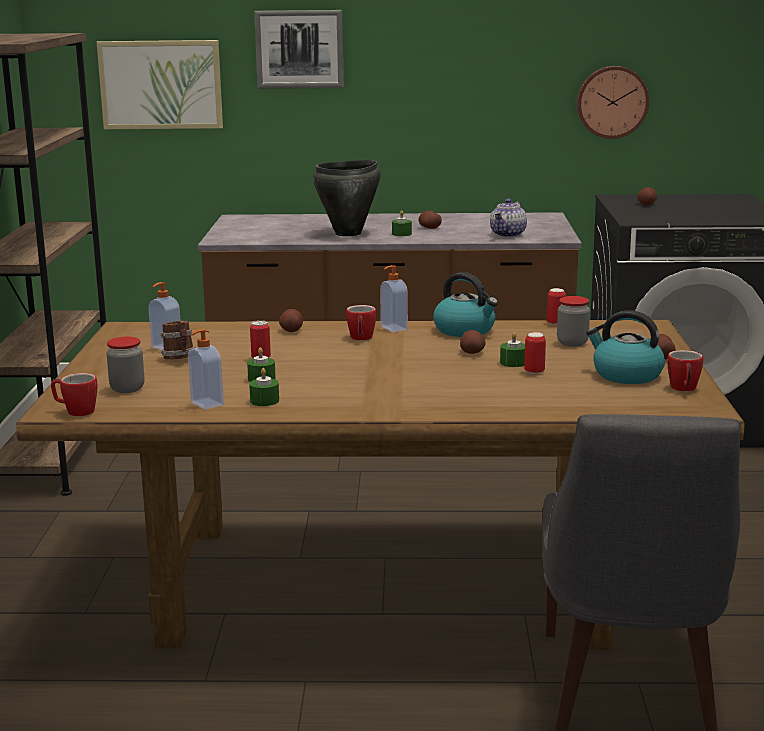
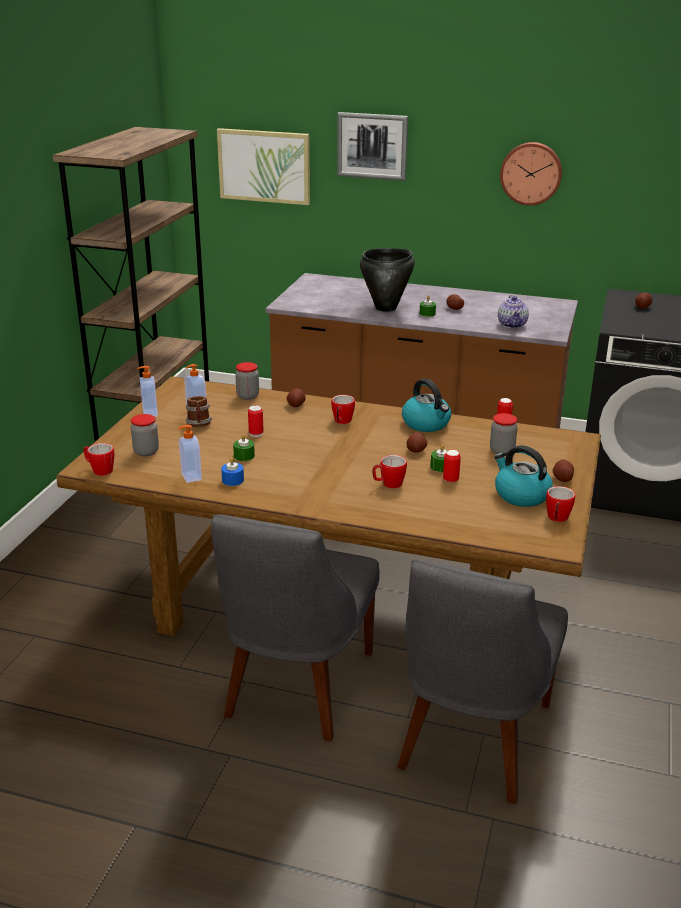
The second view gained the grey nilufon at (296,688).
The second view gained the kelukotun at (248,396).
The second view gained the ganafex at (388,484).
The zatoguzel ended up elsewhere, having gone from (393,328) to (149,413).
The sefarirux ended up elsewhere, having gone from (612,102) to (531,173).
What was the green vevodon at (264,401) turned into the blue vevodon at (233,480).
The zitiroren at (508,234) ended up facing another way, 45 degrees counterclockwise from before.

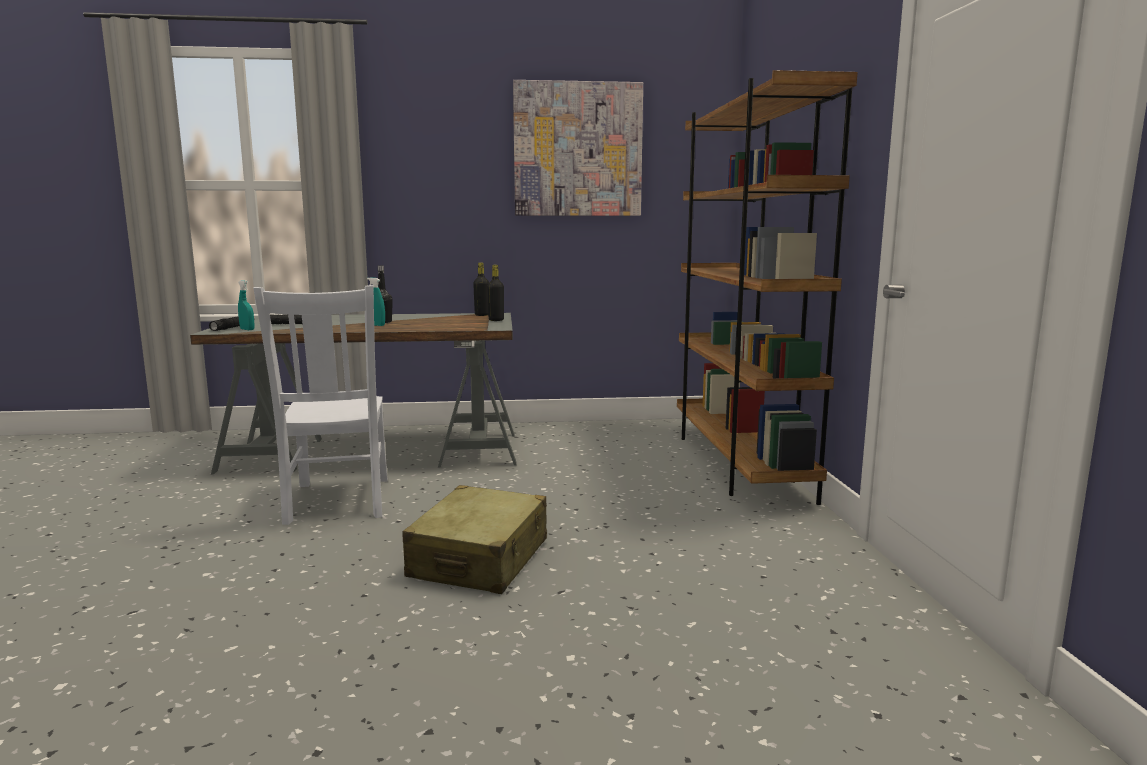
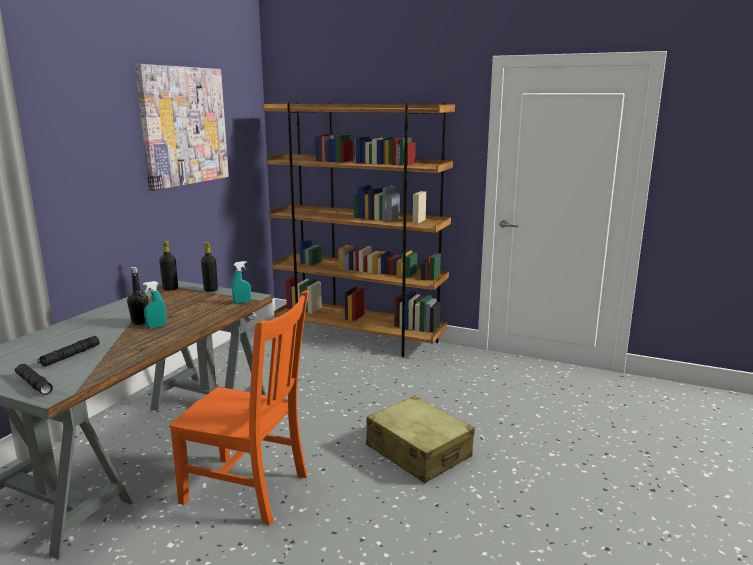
The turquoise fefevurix ended up elsewhere, having gone from (247,329) to (242,302).
What was the white nilufon at (338,502) turned into the orange nilufon at (249,490).

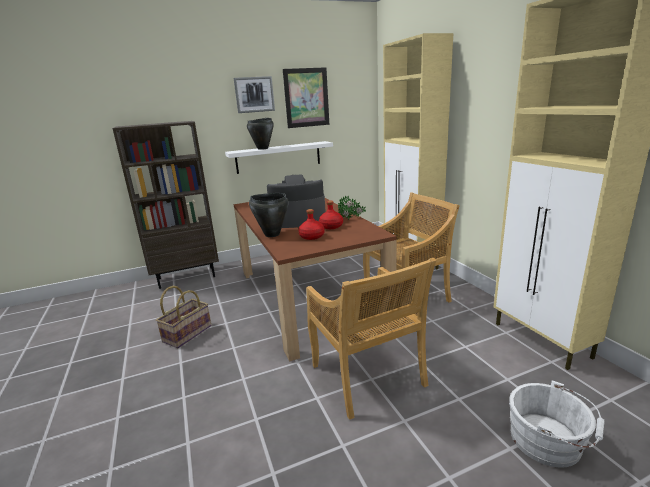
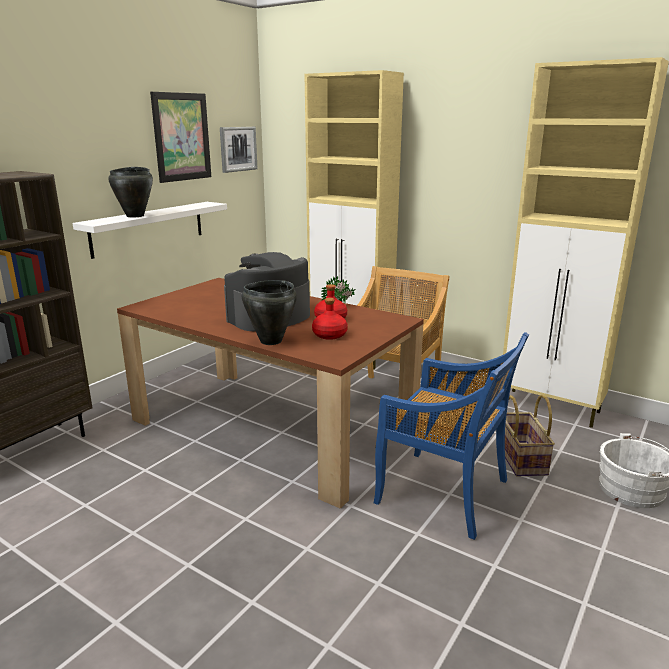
The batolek ended up elsewhere, having gone from (187,333) to (520,458).
The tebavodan ended up elsewhere, having gone from (254,94) to (238,149).
What was the beige nilufon at (368,377) turned into the blue nilufon at (444,493).

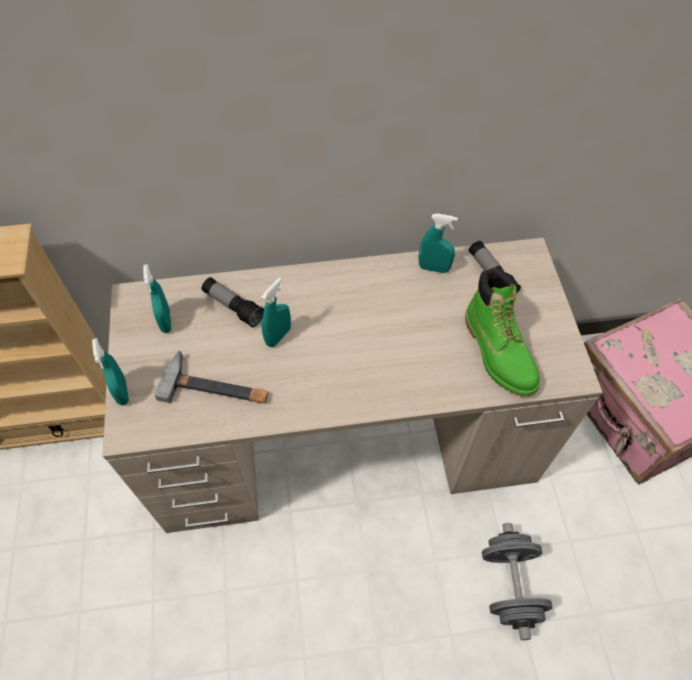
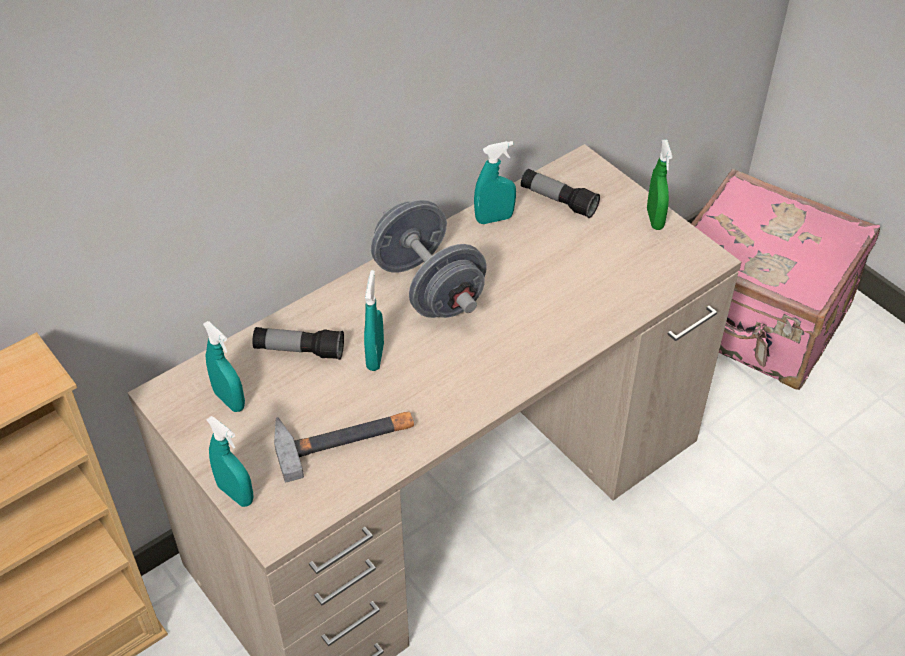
The second view lost the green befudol at (498,352).
The second view gained the green fefevurix at (655,219).
The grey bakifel ended up elsewhere, having gone from (509,585) to (429,288).

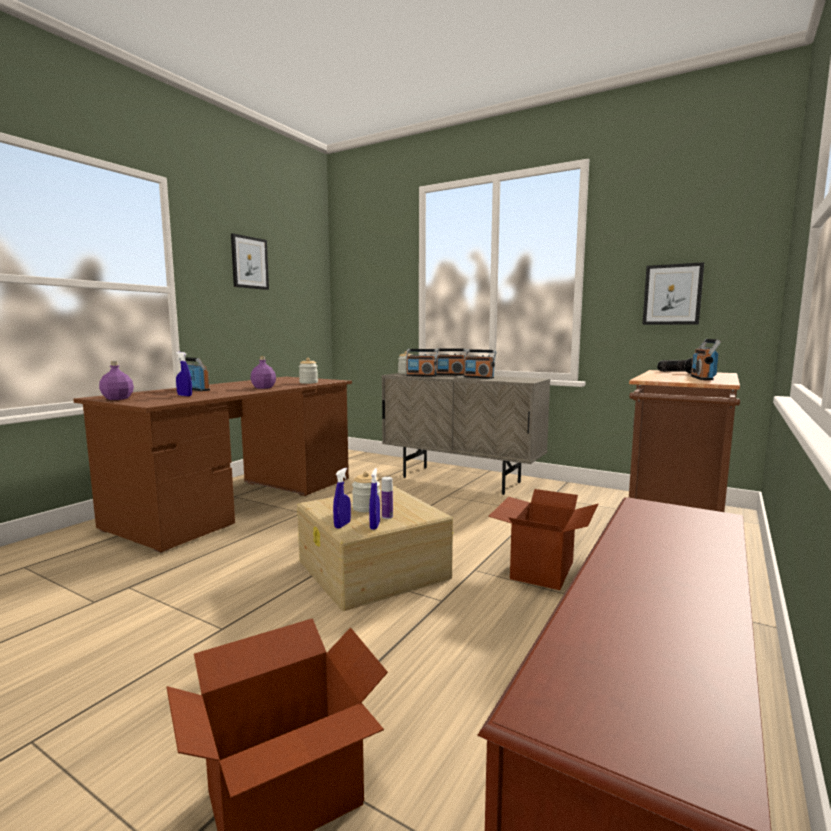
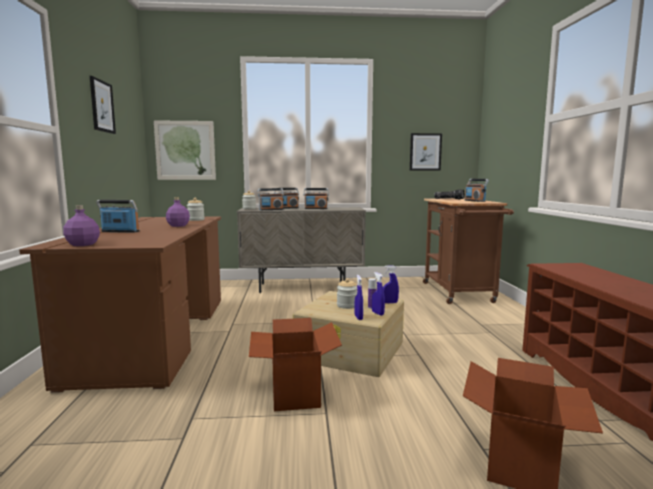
The second view gained the tebavodan at (185,150).
The blue fefevurix ended up elsewhere, having gone from (184,395) to (390,302).
The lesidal ended up elsewhere, having gone from (541,570) to (294,393).

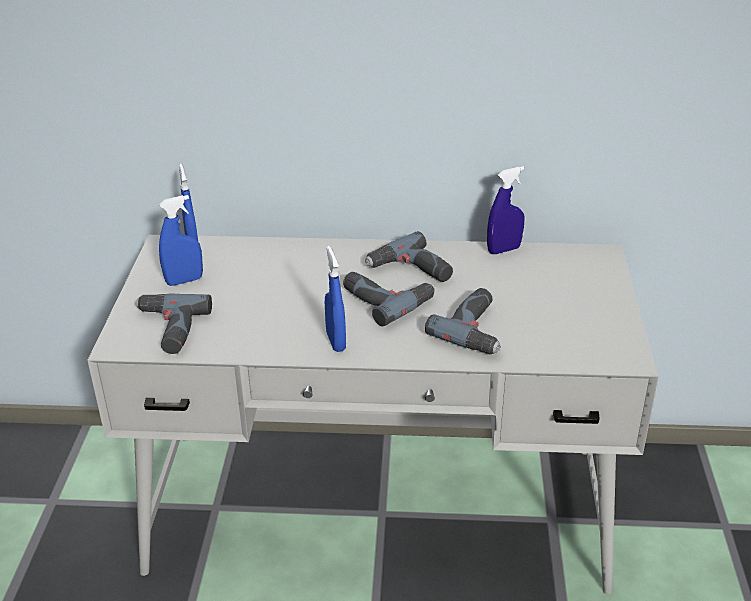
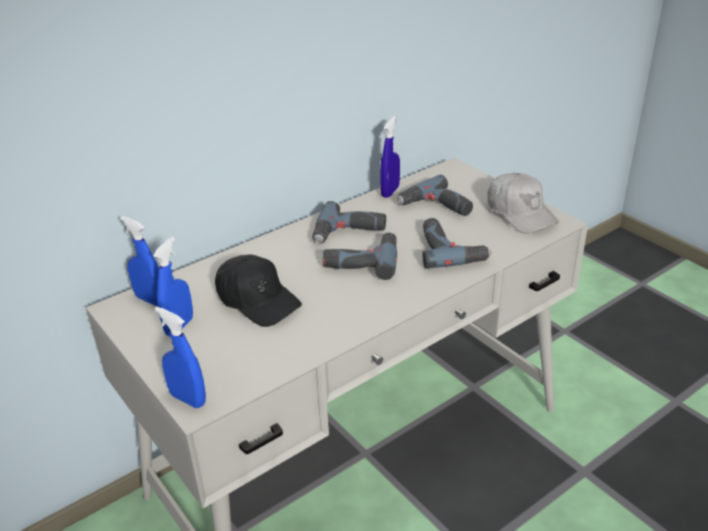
The second view gained the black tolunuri at (257,300).
The second view gained the white tolunuri at (520,213).
The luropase ended up elsewhere, having gone from (167,329) to (436,207).
The blue fefevurix ended up elsewhere, having gone from (336,341) to (188,399).

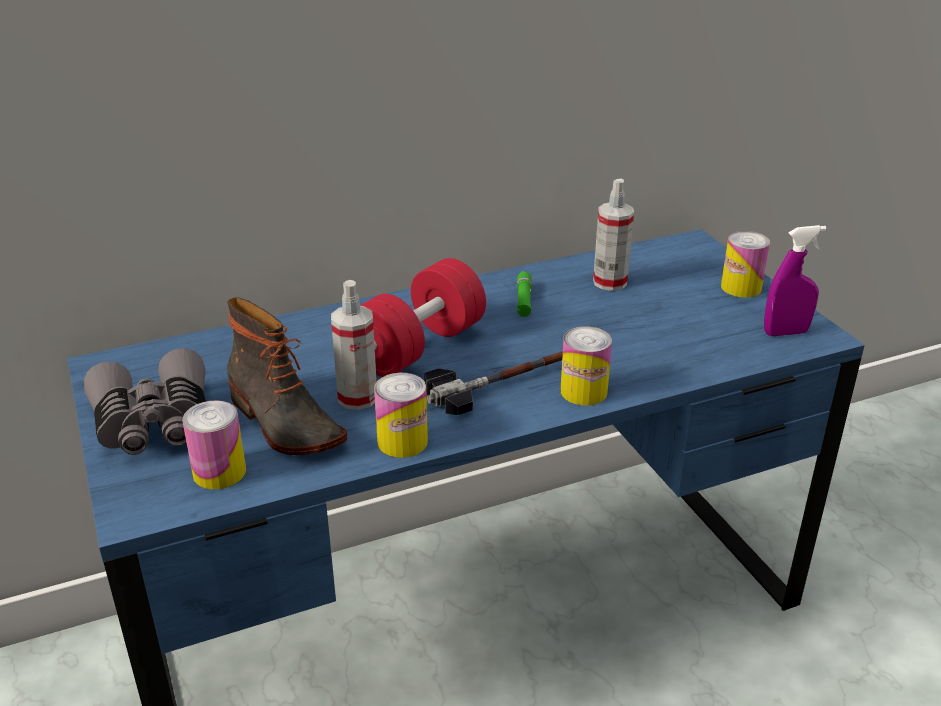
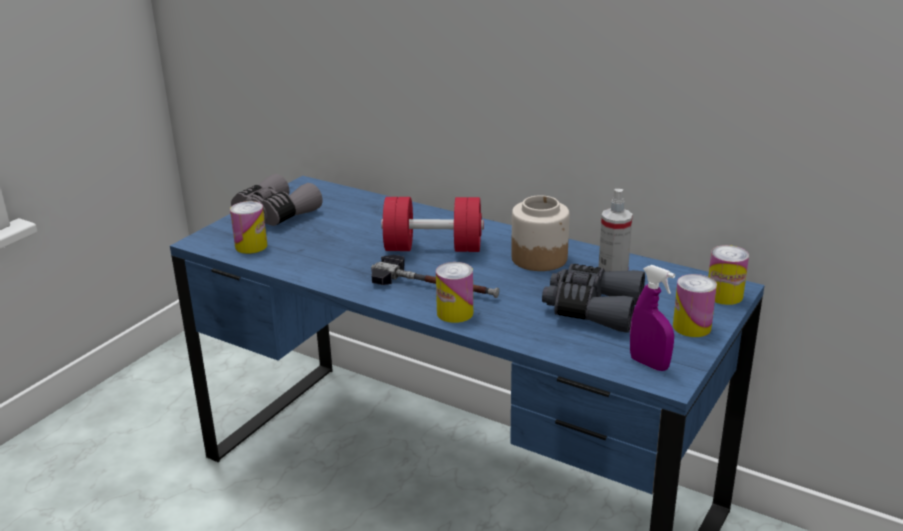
The second view lost the befudol at (283,423).
The second view lost the fefevurix at (357,398).
The second view gained the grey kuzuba at (592,309).
The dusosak ended up elsewhere, having gone from (402,442) to (724,295).
Where the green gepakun stood at (524,300), the kelukotun came to stand at (539,258).

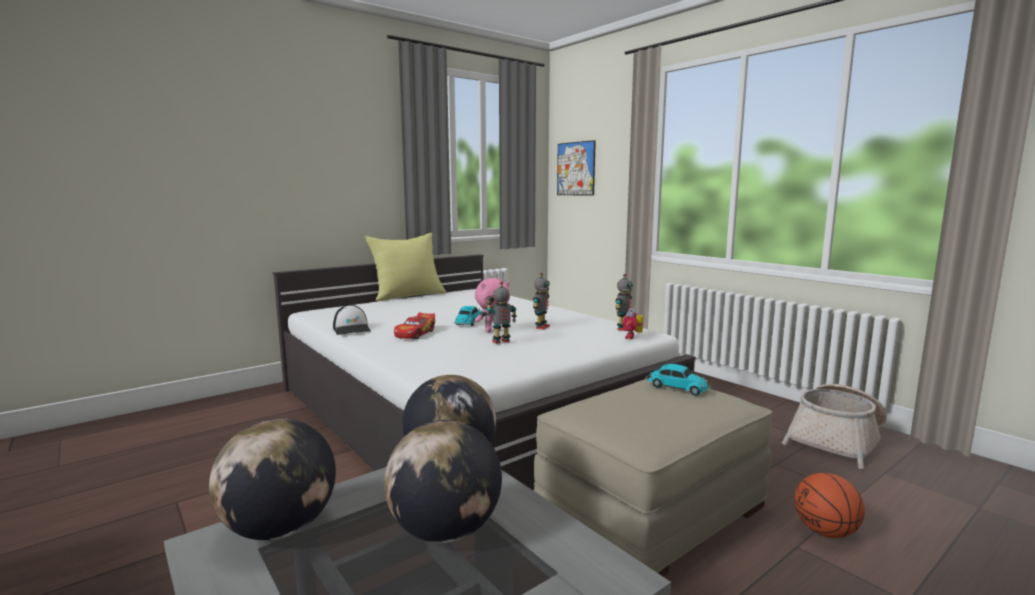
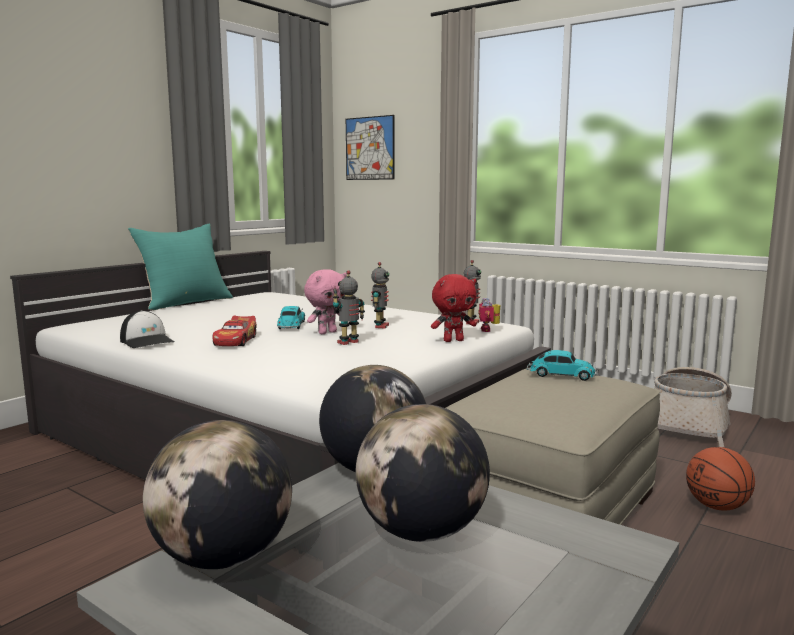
The second view gained the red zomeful at (453,340).
What was the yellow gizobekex at (408,295) turned into the turquoise gizobekex at (185,303).

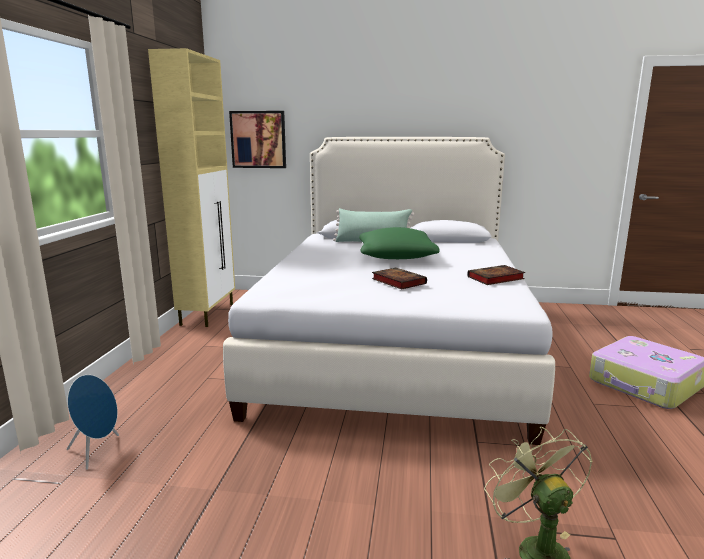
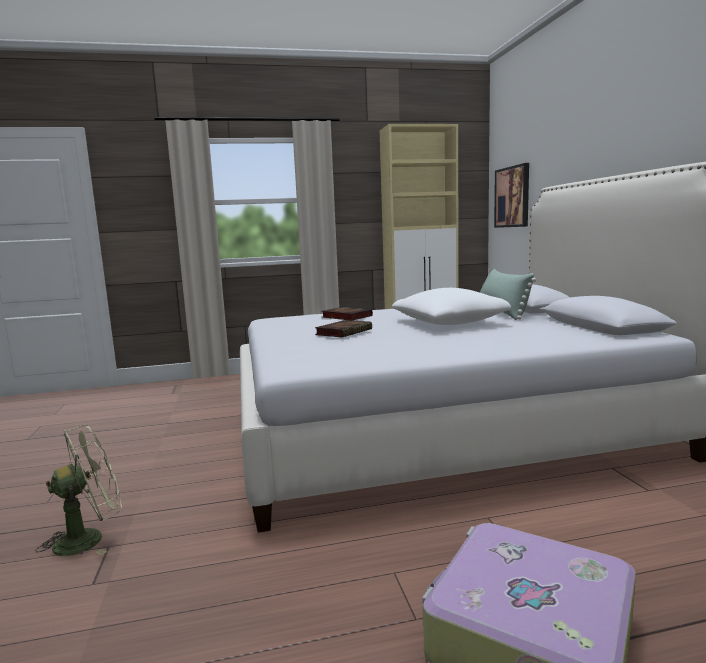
The second view lost the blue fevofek at (97,451).
The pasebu ended up elsewhere, having gone from (495,278) to (345,317).
What was the green gizobekex at (396,257) turned into the white gizobekex at (449,323).

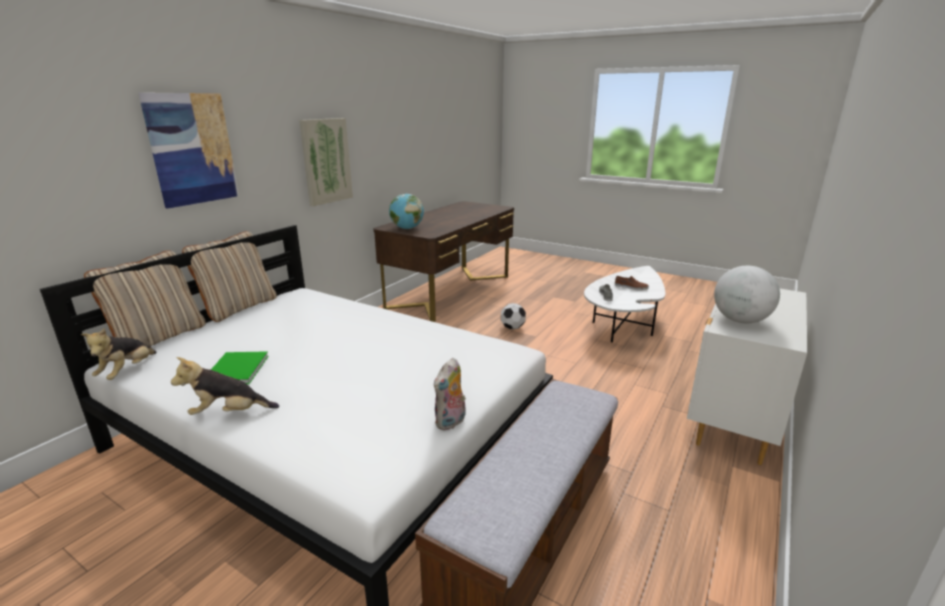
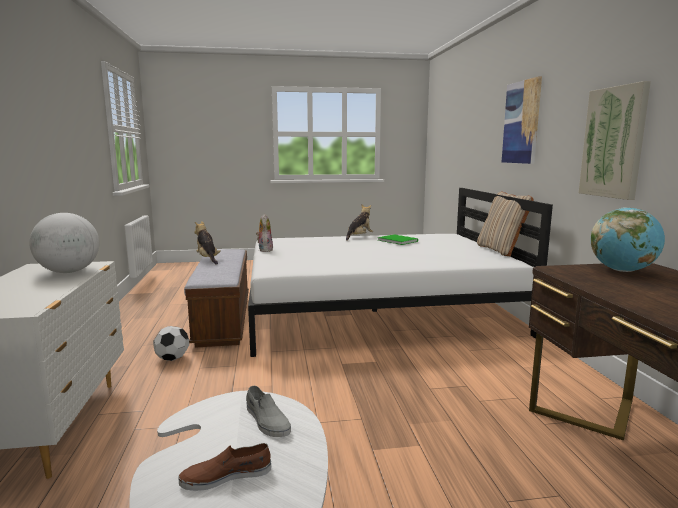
The second view lost the beige gizobekex at (159,338).
The zomeful ended up elsewhere, having gone from (127,372) to (208,259).
The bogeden ended up elsewhere, having gone from (512,328) to (172,359).

